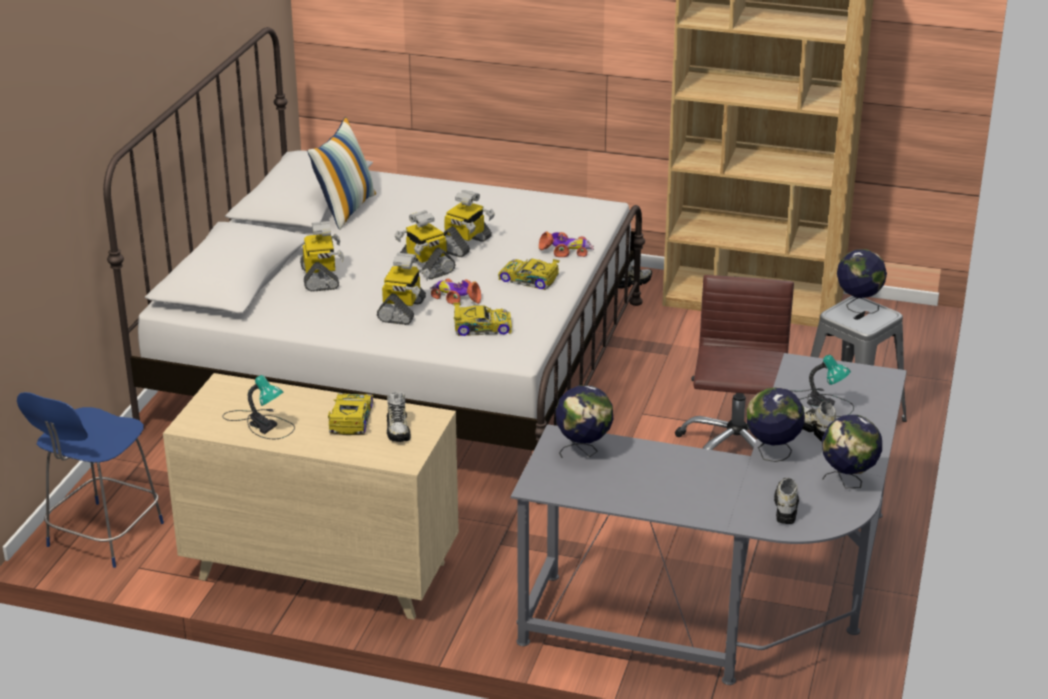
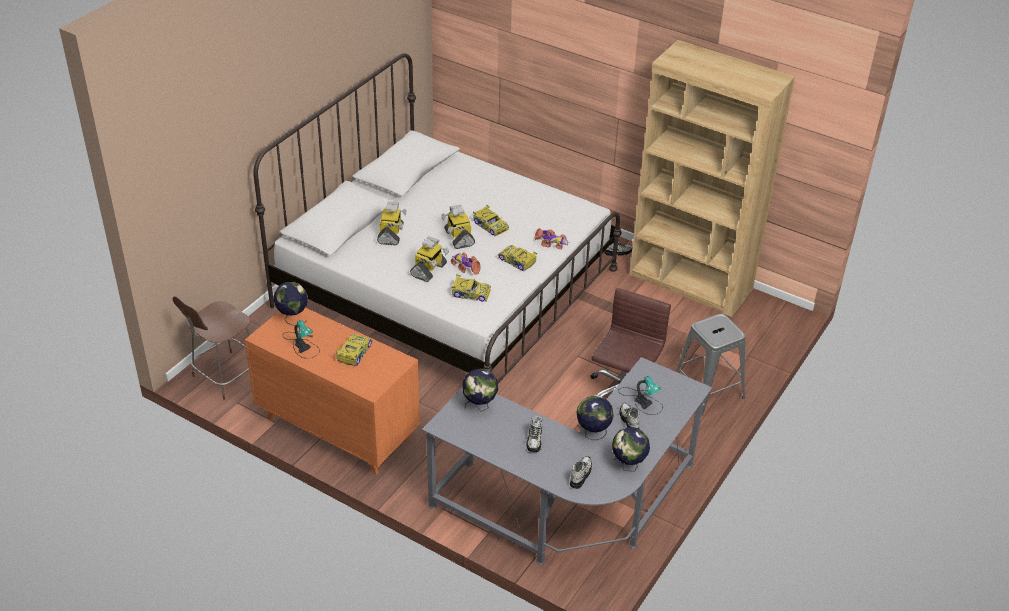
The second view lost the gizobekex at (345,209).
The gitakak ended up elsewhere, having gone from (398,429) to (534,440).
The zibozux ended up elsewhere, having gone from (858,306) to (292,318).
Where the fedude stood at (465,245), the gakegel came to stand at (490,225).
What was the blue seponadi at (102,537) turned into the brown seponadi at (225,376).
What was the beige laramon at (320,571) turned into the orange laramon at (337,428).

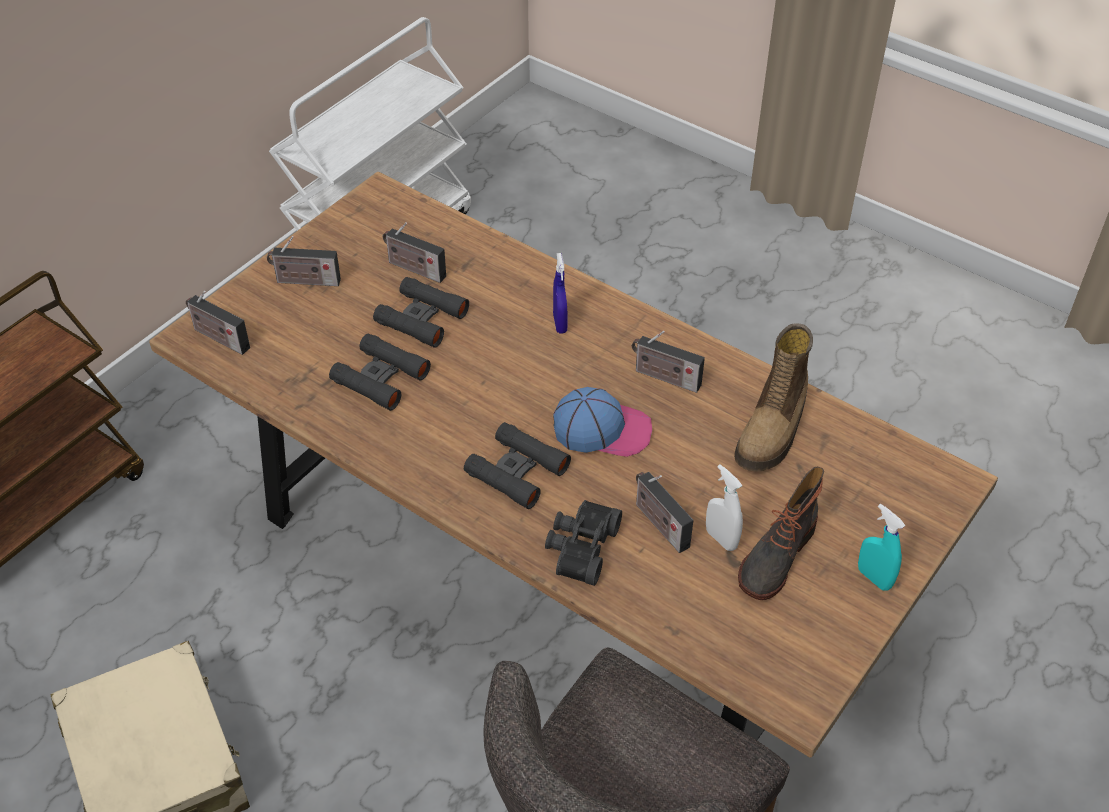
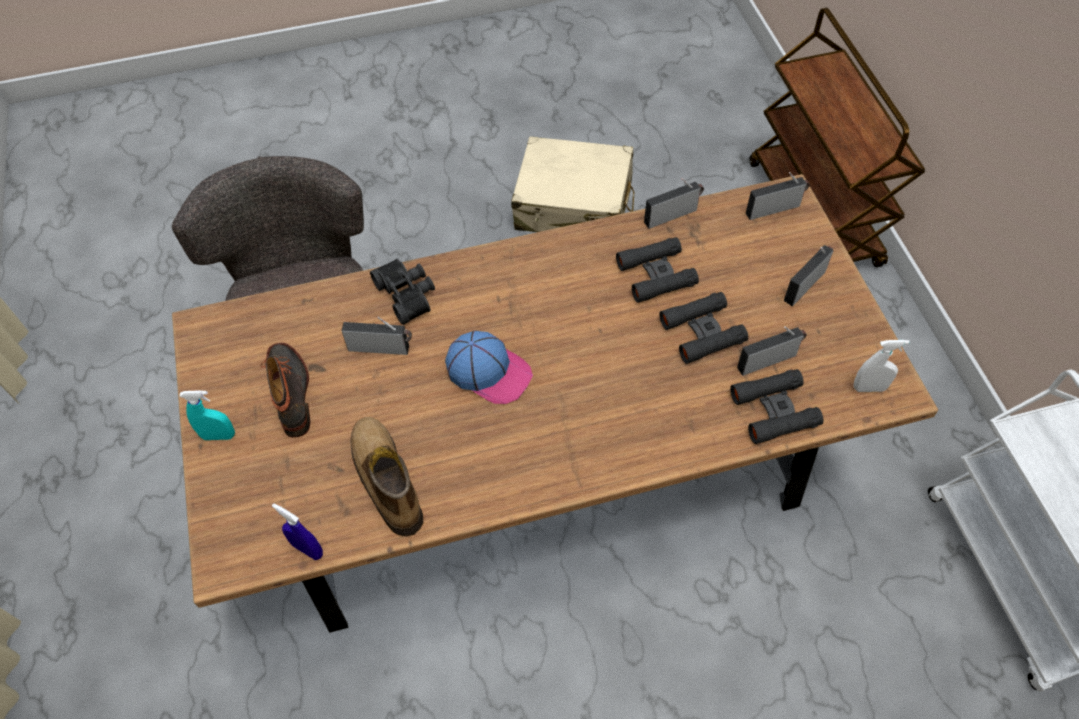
The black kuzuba ended up elsewhere, having gone from (517,471) to (774,410).
The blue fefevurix ended up elsewhere, having gone from (560,323) to (307,549).
The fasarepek ended up elsewhere, having gone from (664,377) to (672,214).
The white fefevurix ended up elsewhere, having gone from (721,539) to (869,388).
The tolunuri at (602,429) ended up facing another way, 105 degrees counterclockwise from before.

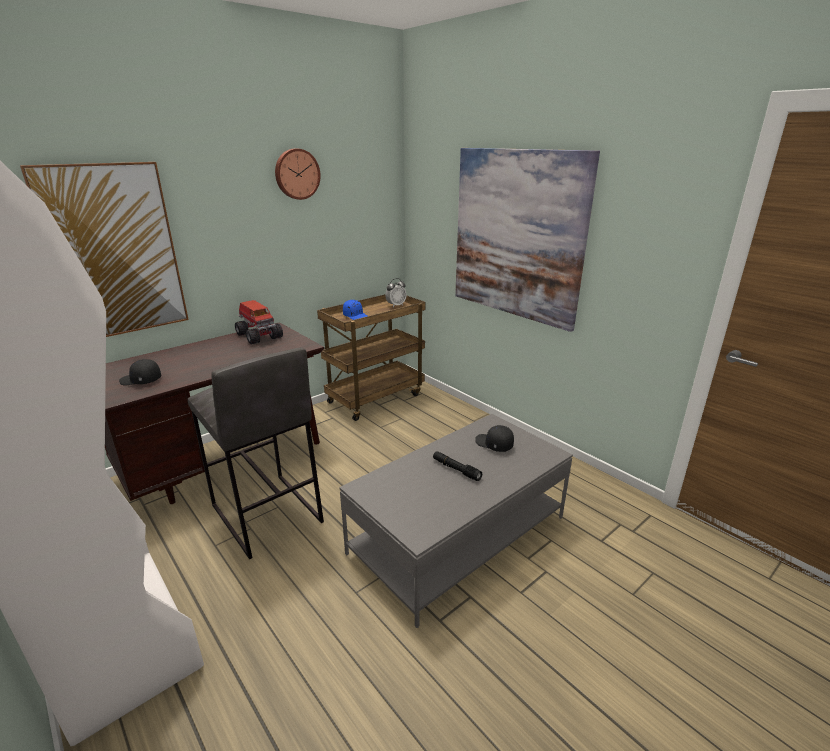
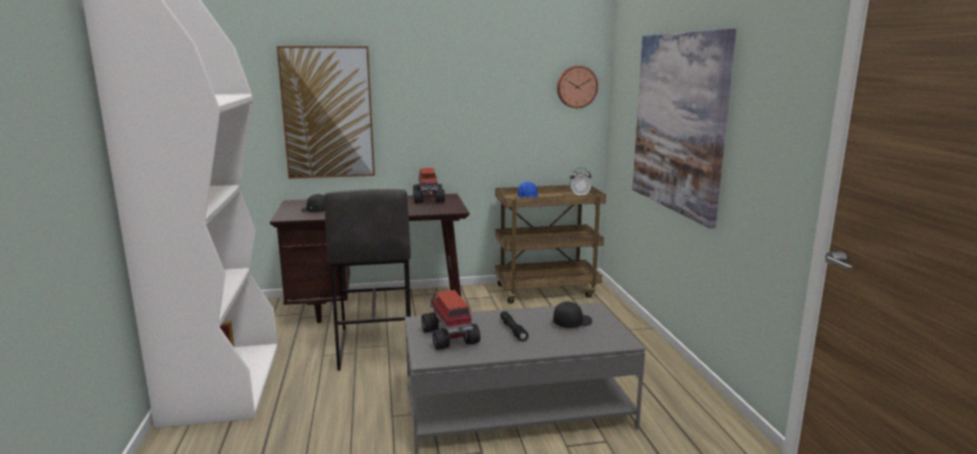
The second view gained the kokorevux at (450,337).
The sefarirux ended up elsewhere, having gone from (296,174) to (576,87).
The black tolunuri at (494,444) ended up facing another way, 75 degrees clockwise from before.

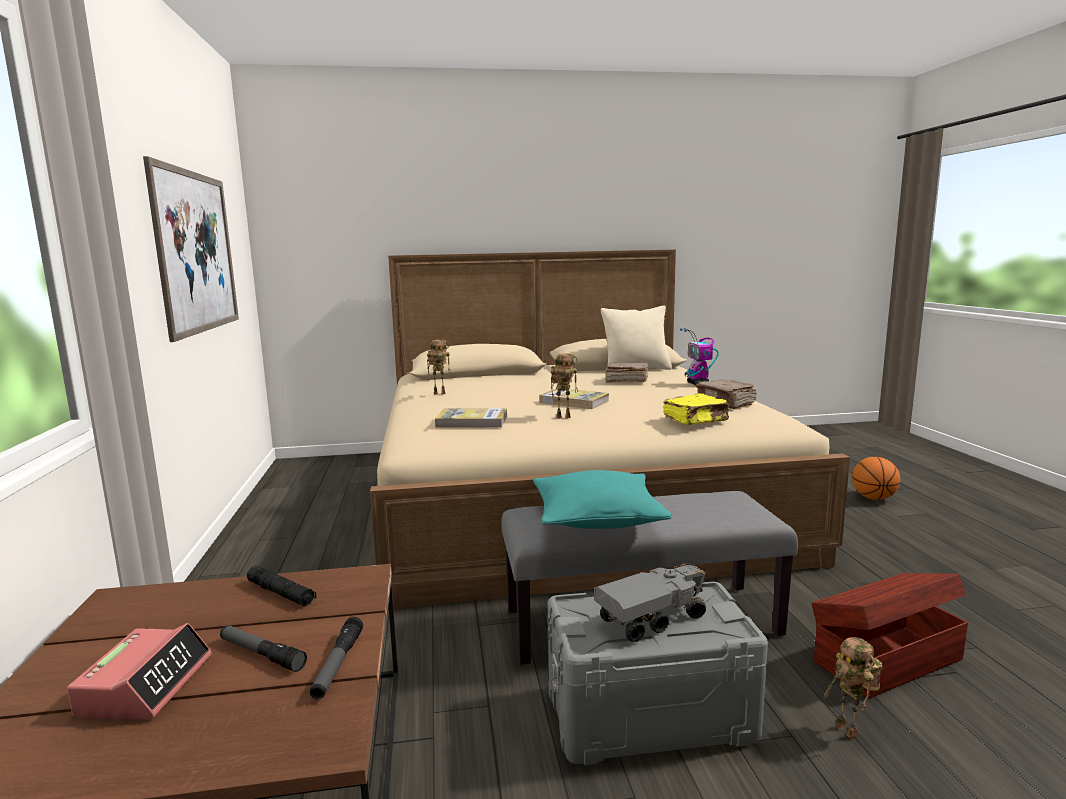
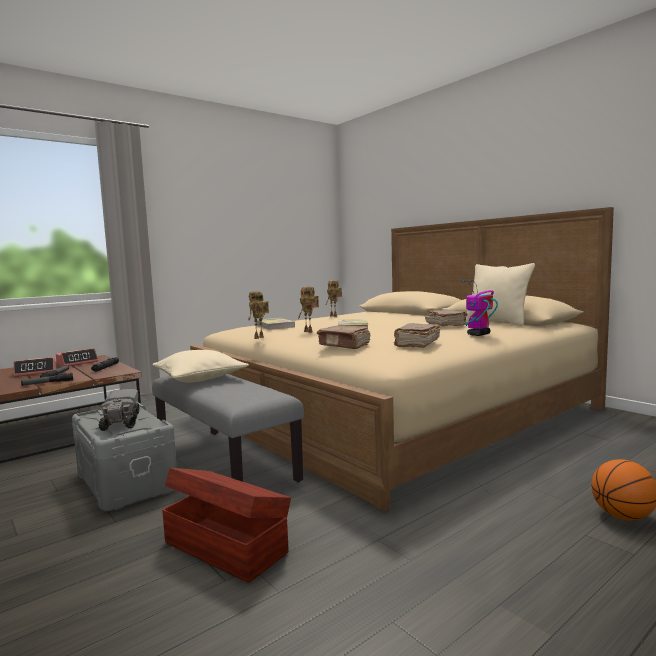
The second view lost the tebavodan at (197,252).
The second view gained the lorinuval at (77,362).
The fedude ended up elsewhere, having gone from (849,732) to (259,338).
What was the turquoise gizobekex at (597,517) turned into the beige gizobekex at (200,378).
What was the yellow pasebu at (696,420) turned into the brown pasebu at (344,345).
The kokorevux at (652,618) ended up facing another way, 45 degrees clockwise from before.

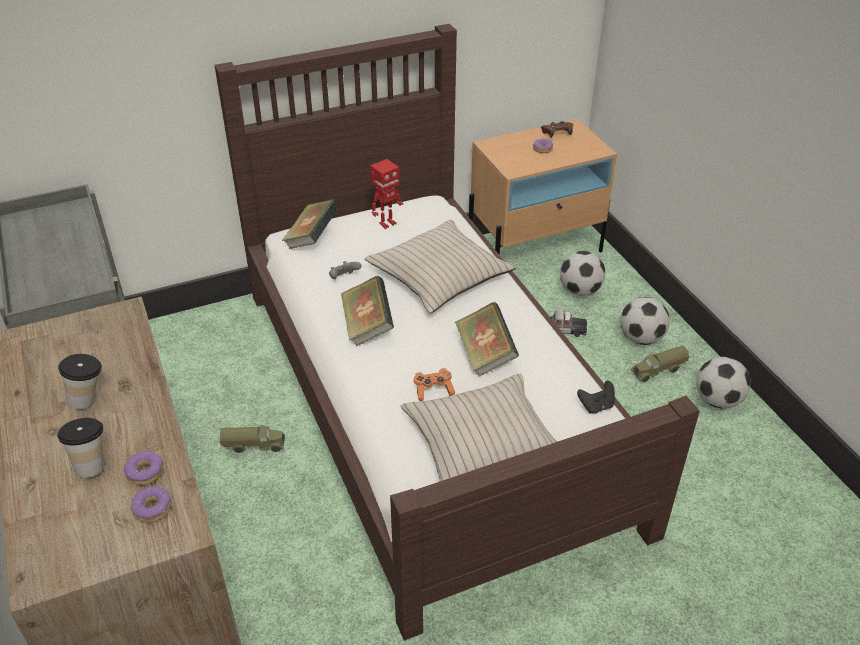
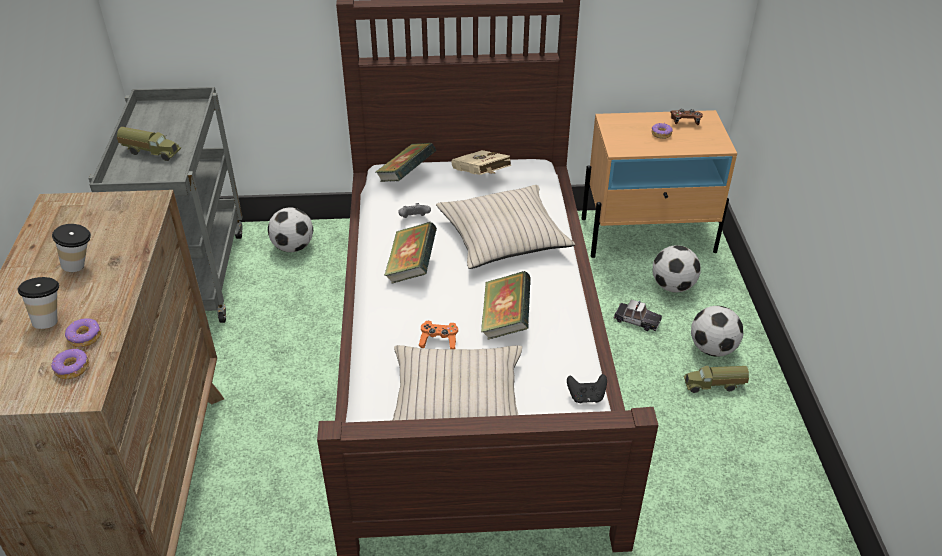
The kokorevux ended up elsewhere, having gone from (254,445) to (151,152).
The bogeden ended up elsewhere, having gone from (717,400) to (293,247).
Where the fedude stood at (387,223), the beige pasebu came to stand at (481,177).

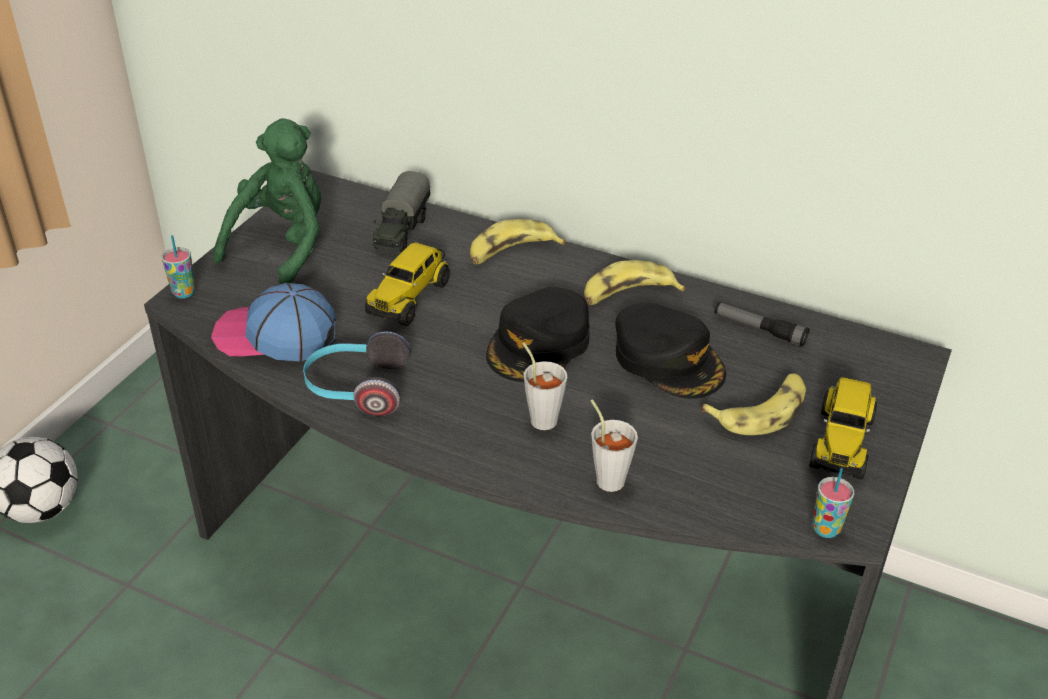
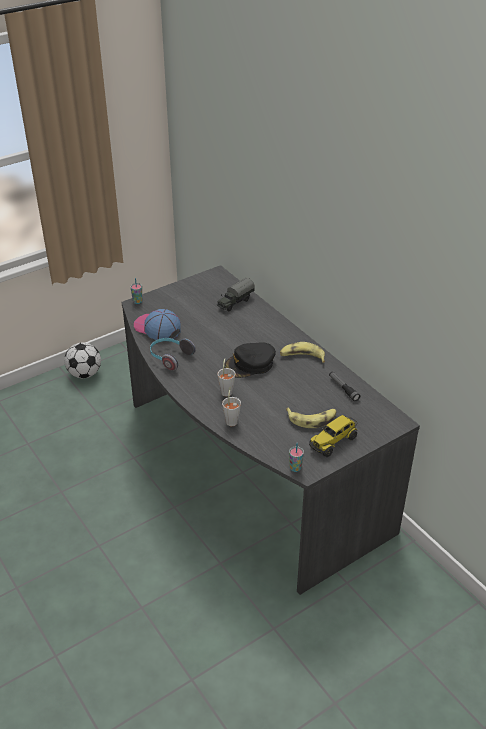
The second view lost the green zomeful at (282,245).
The second view lost the kokorevux at (409,298).
The second view lost the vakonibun at (511,253).
The second view lost the black tolunuri at (668,360).

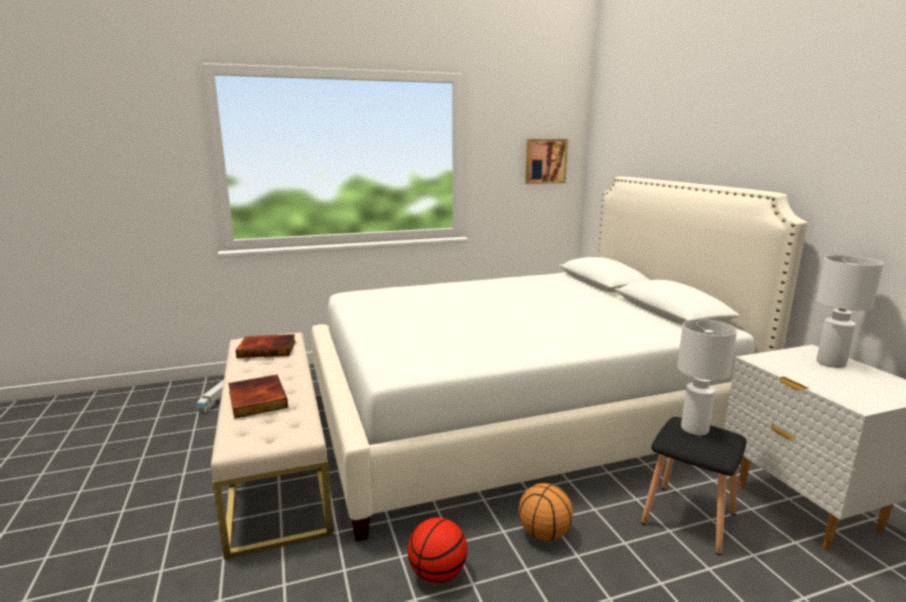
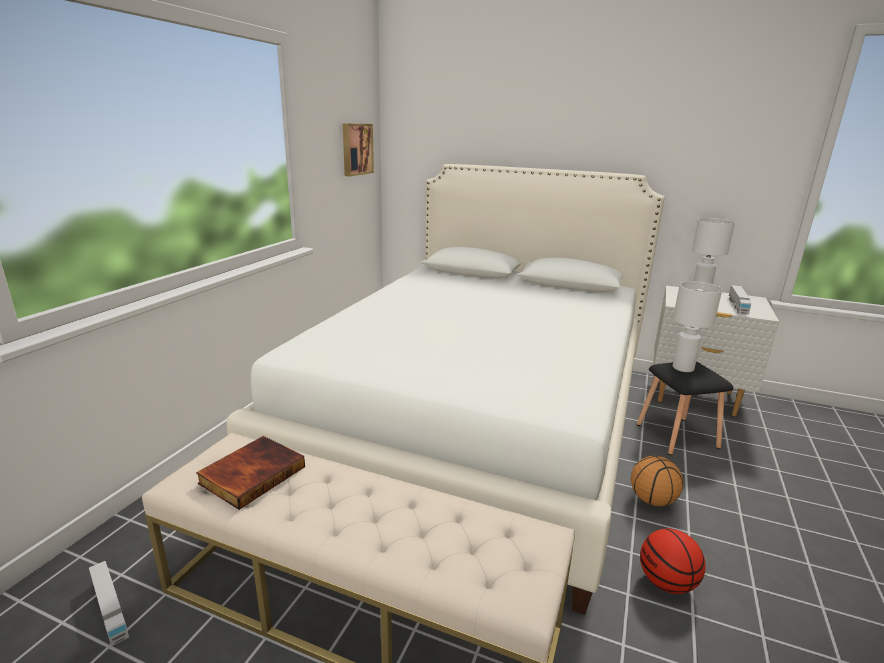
The second view lost the pasebu at (256,399).
The second view gained the kokorevux at (737,306).

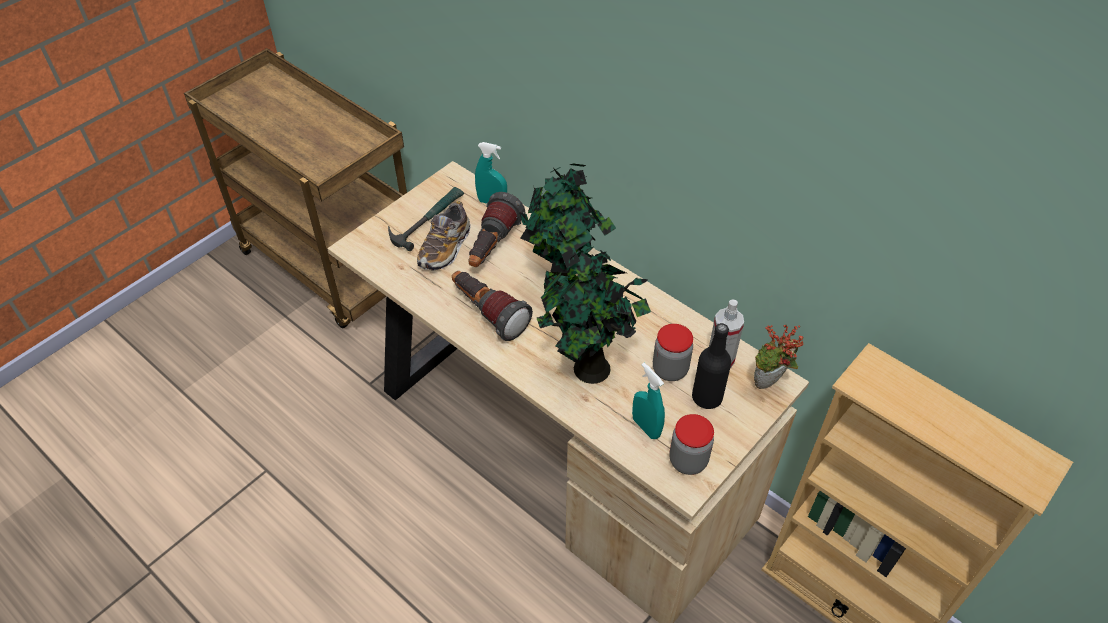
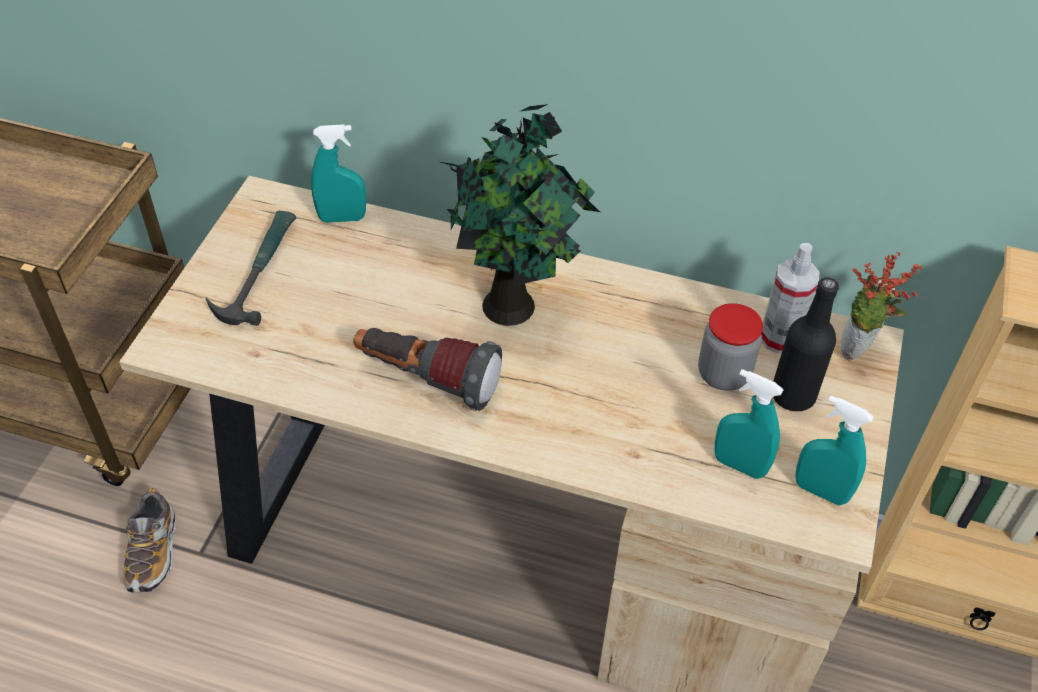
The second view lost the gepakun at (492,247).
The second view lost the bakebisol at (589,371).
The gitakak ended up elsewhere, having gone from (445,248) to (153,552).
Where the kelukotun stood at (688,461), the turquoise fefevurix came to stand at (820,491).

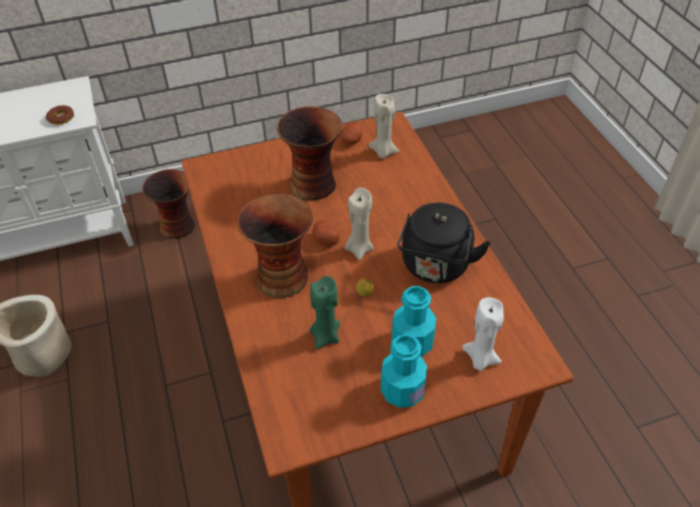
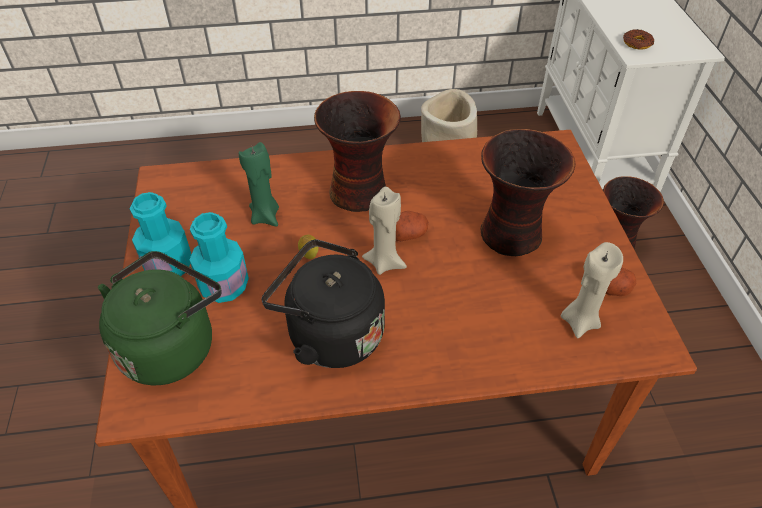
Where the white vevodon stood at (480,359), the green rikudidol came to stand at (171,345).

